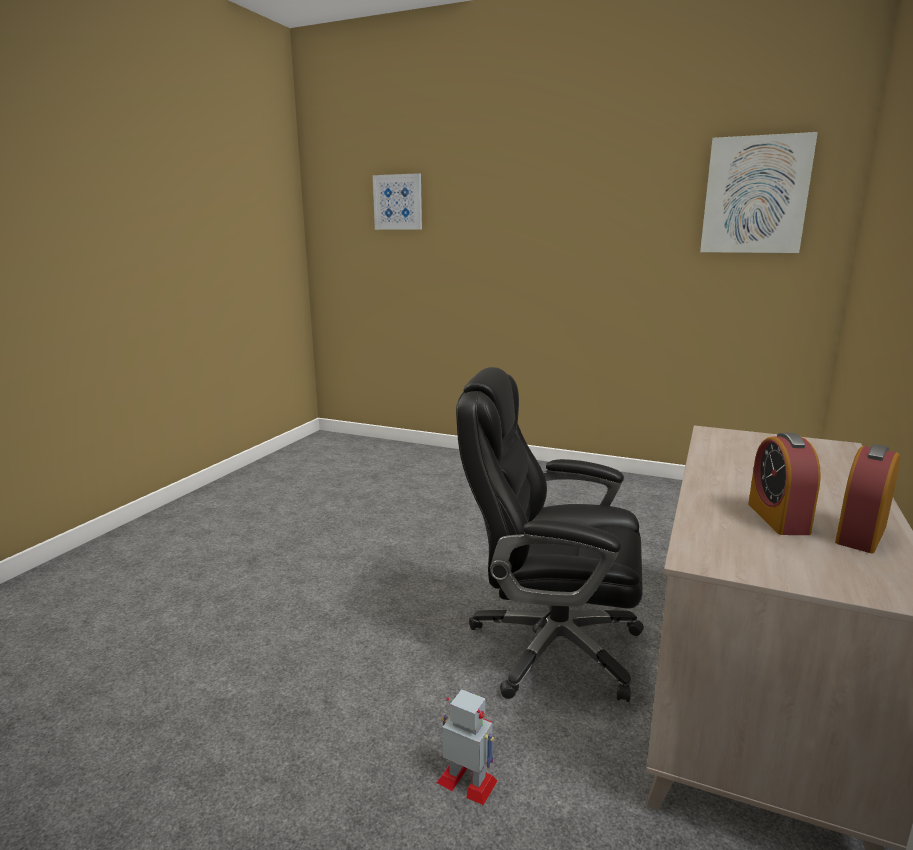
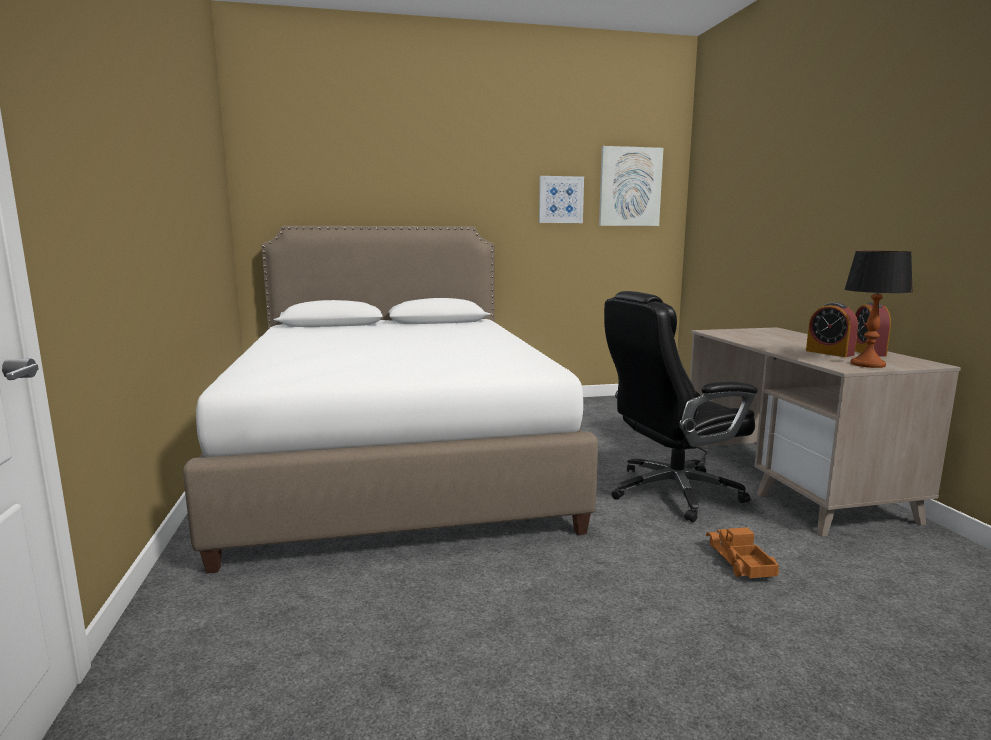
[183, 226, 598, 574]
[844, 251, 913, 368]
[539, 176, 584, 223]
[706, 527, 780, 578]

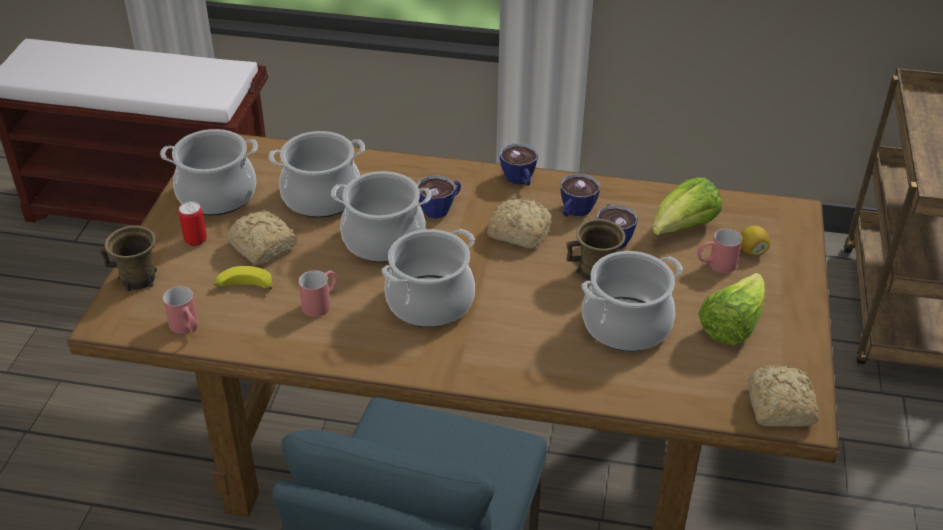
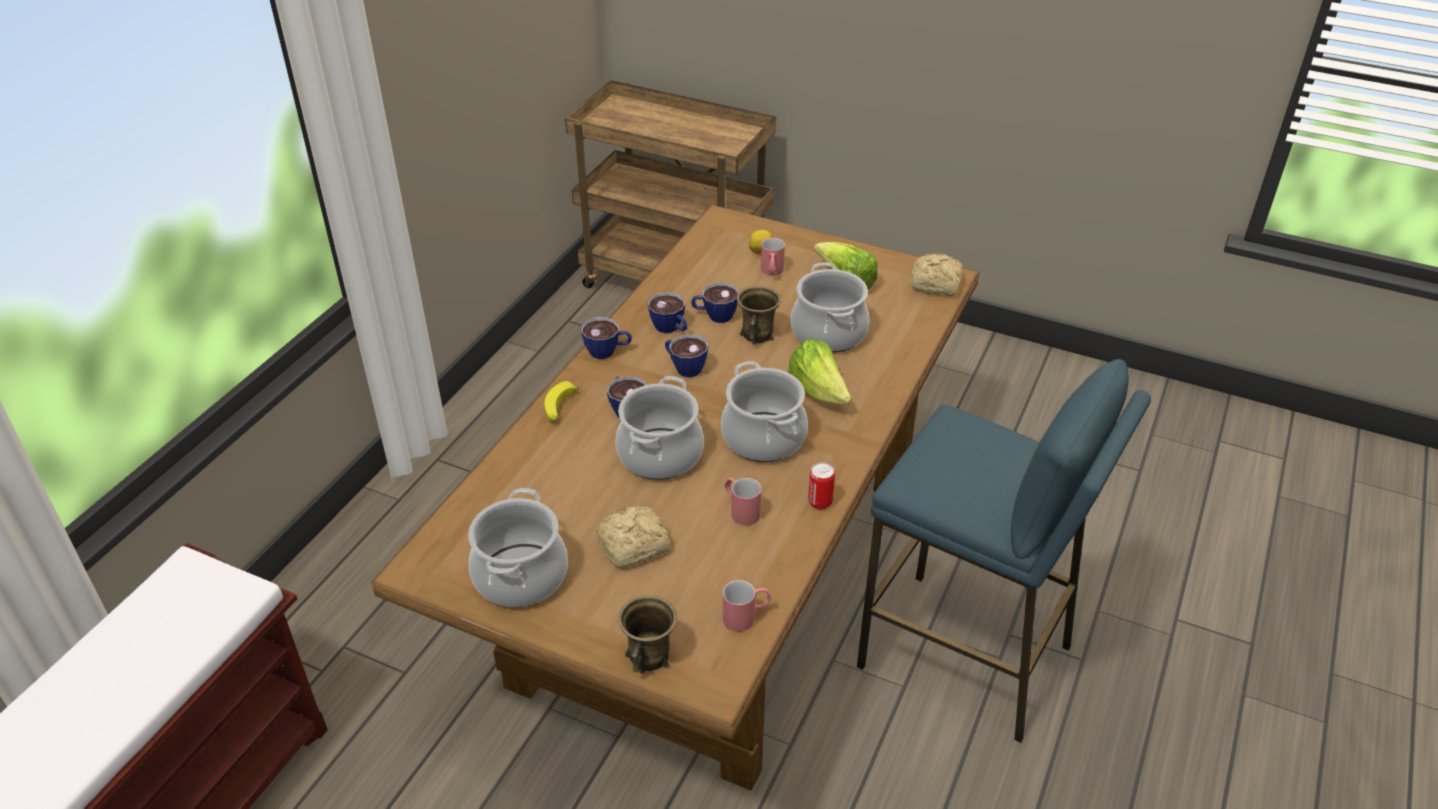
[269, 131, 365, 218] (first image)
[808, 462, 835, 509]
[544, 381, 579, 422]
[788, 339, 852, 405]
[665, 334, 708, 377]

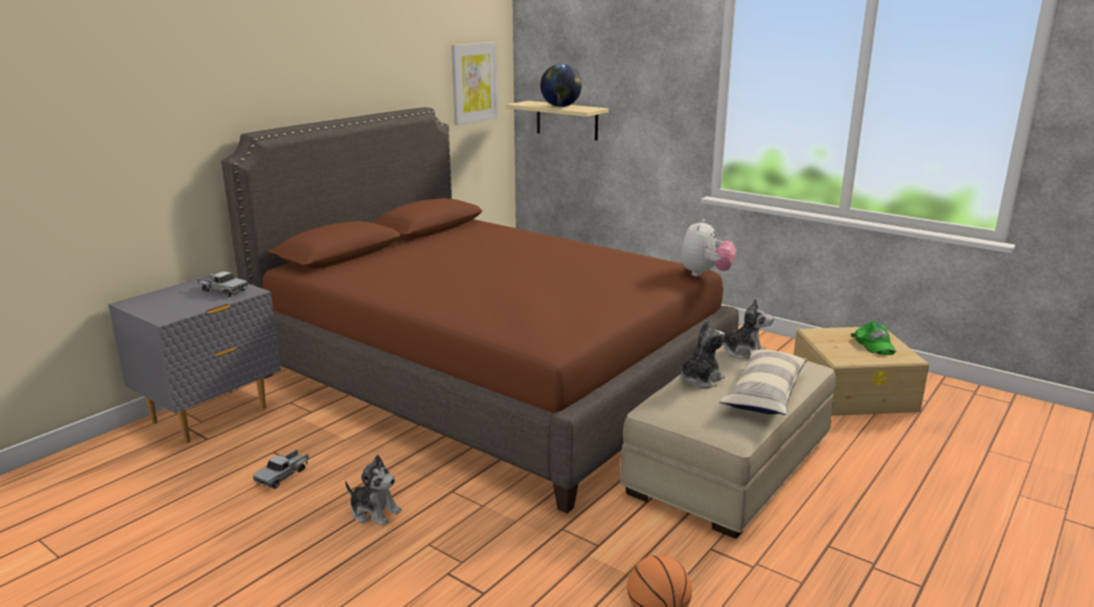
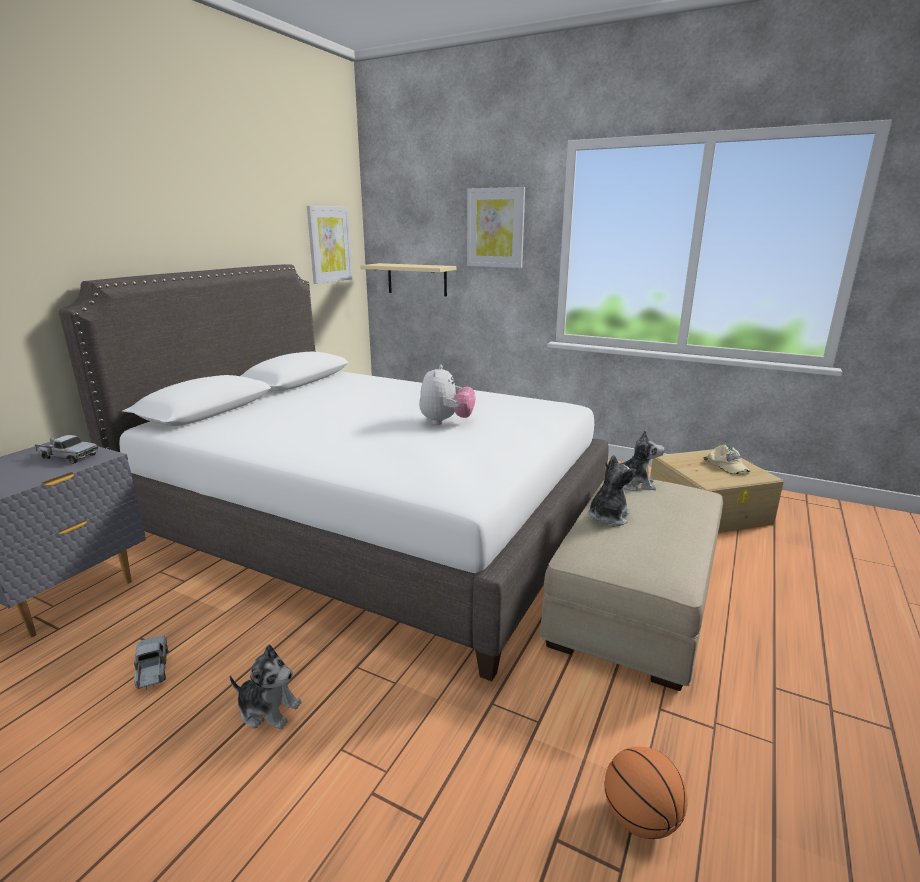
[540, 64, 582, 107] (first image)
[719, 349, 808, 415] (first image)
[467, 187, 525, 268]
[419, 365, 476, 425]
[59, 264, 609, 681]
[703, 445, 750, 475]
[134, 635, 168, 690]

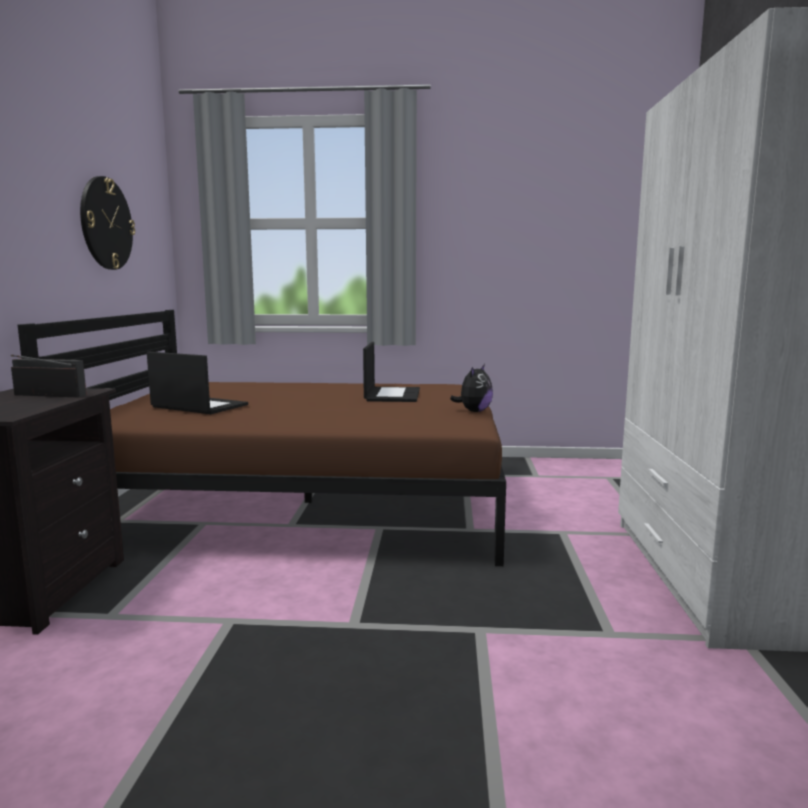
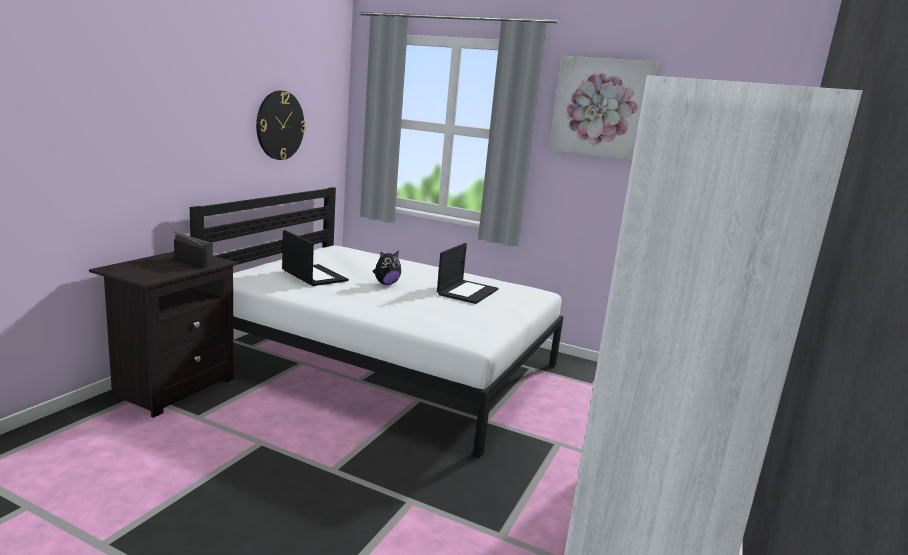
[549, 56, 658, 161]
[373, 251, 401, 285]
[190, 187, 564, 458]

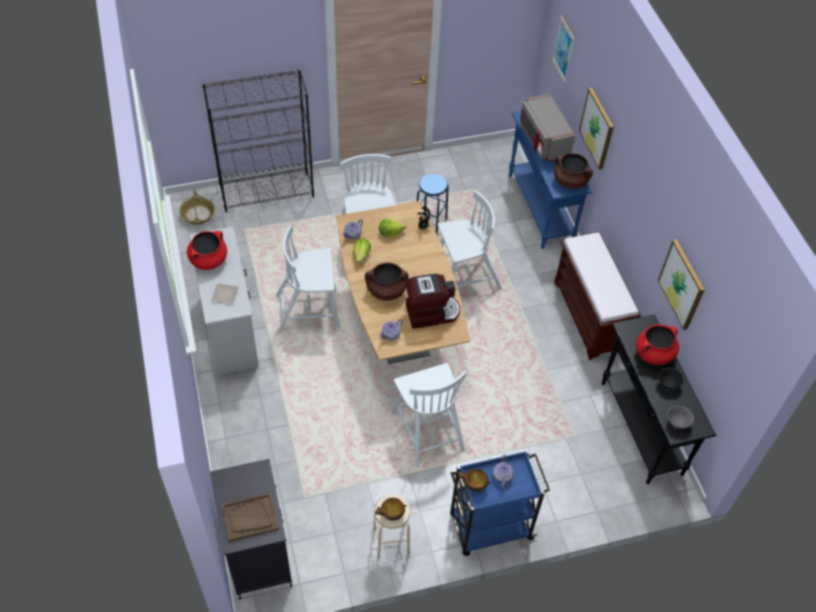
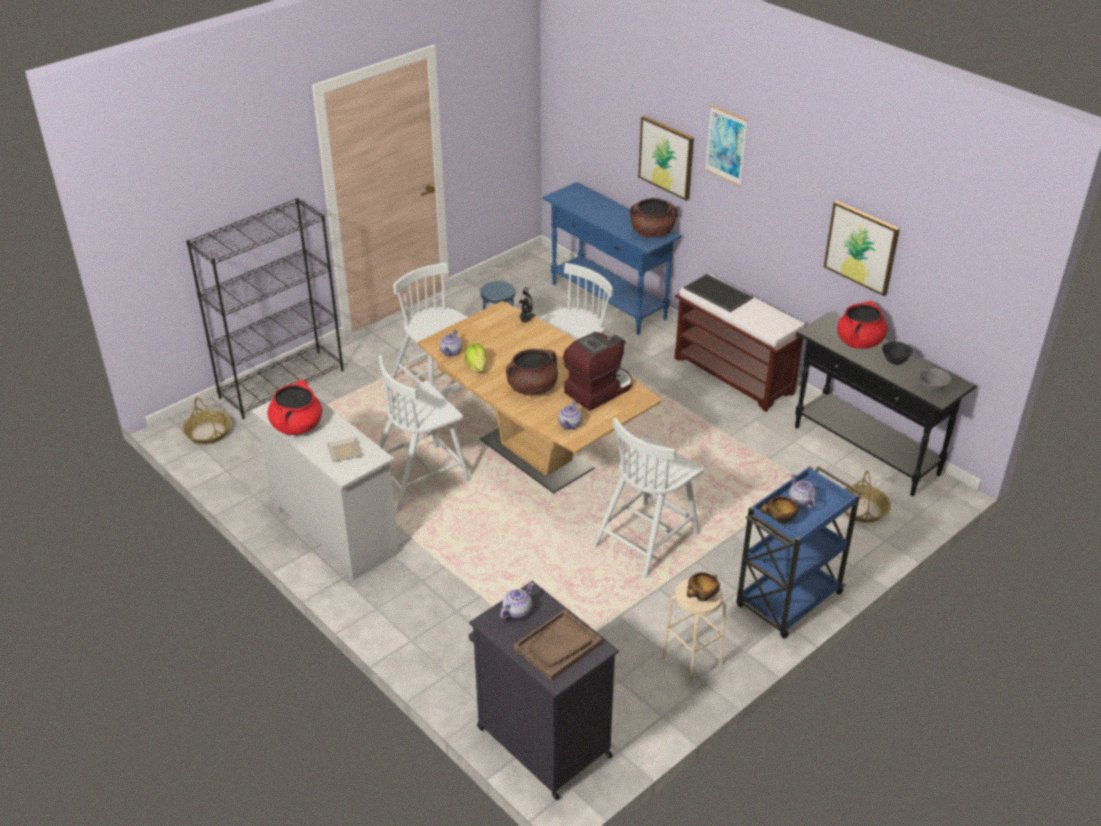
[379, 219, 407, 237] (first image)
[520, 94, 576, 162] (first image)
[500, 583, 534, 619]
[684, 274, 753, 312]
[844, 470, 891, 523]
[705, 105, 748, 186]
[593, 418, 704, 579]

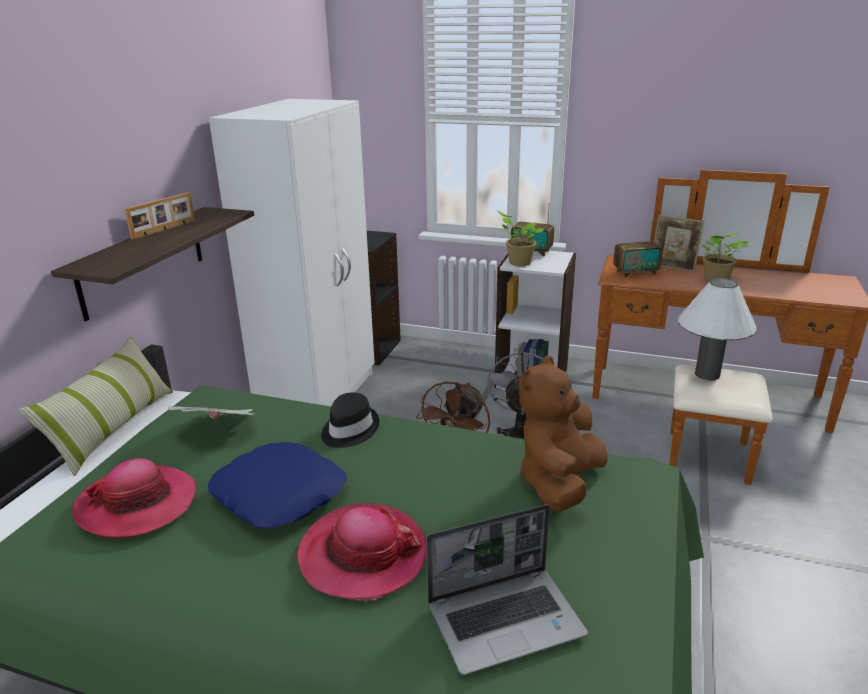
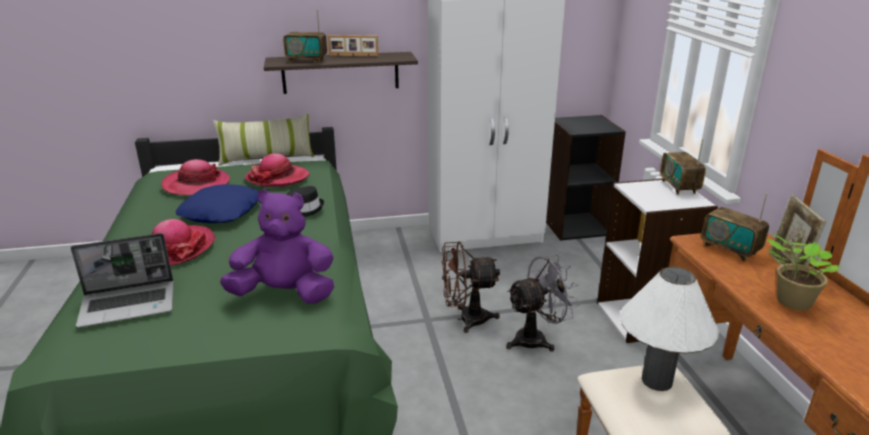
[497, 211, 544, 266] (first image)
[283, 10, 327, 63]
[245, 153, 309, 187]
[220, 189, 334, 304]
[71, 233, 174, 328]

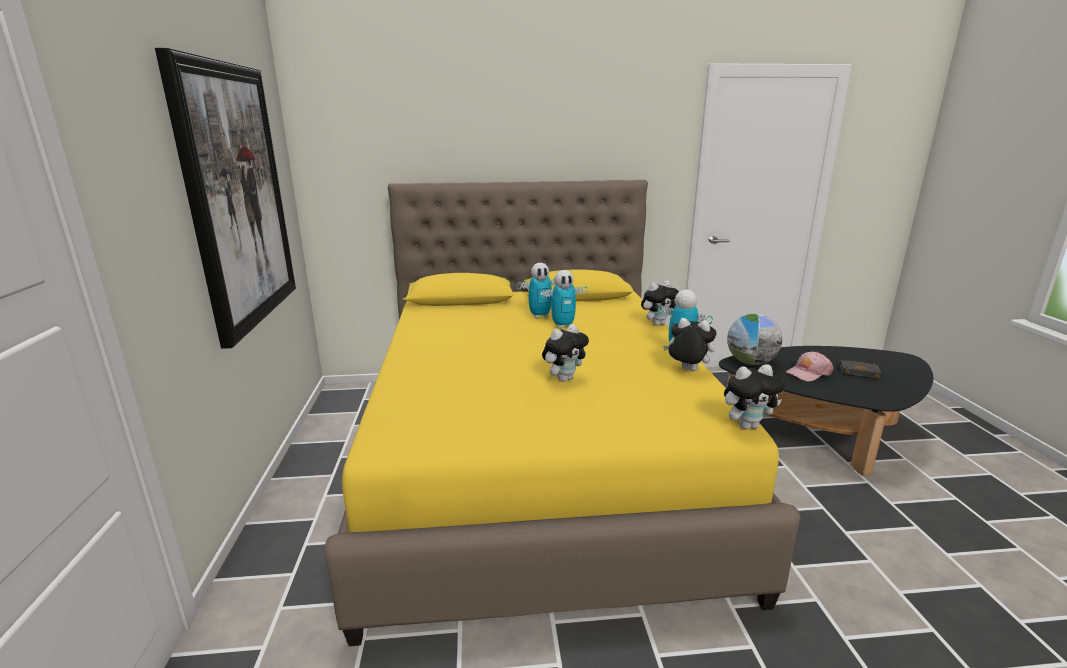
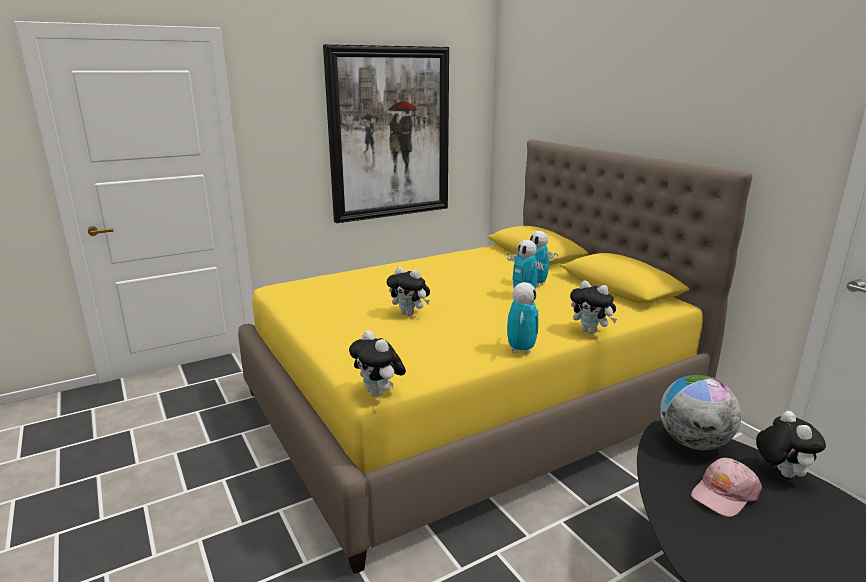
[840, 359, 881, 379] (first image)
[756, 411, 826, 478]
[691, 458, 762, 517]

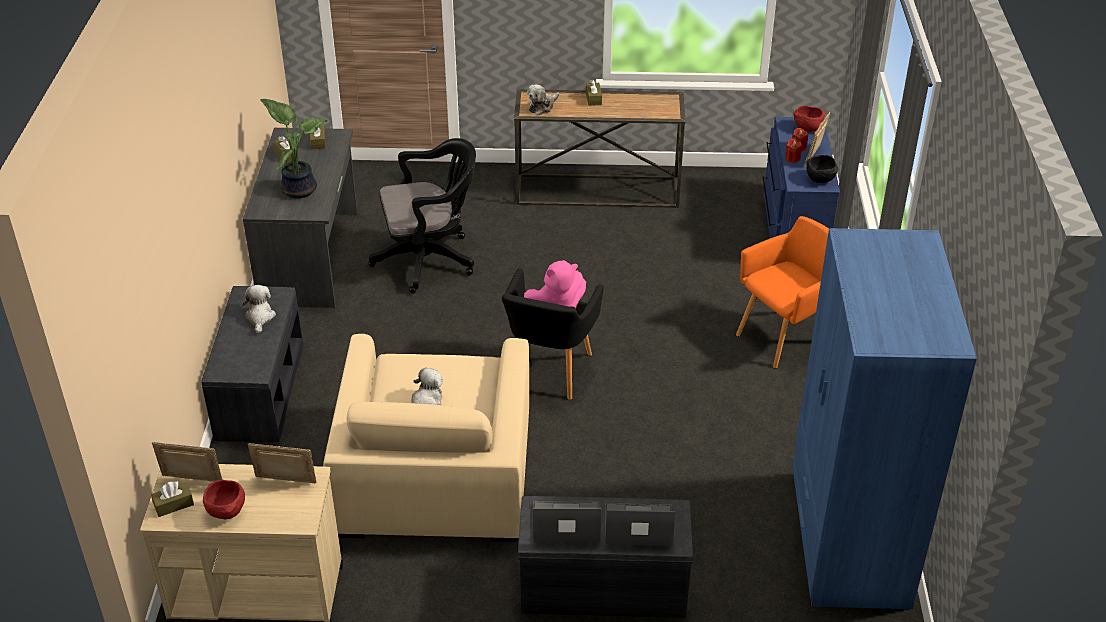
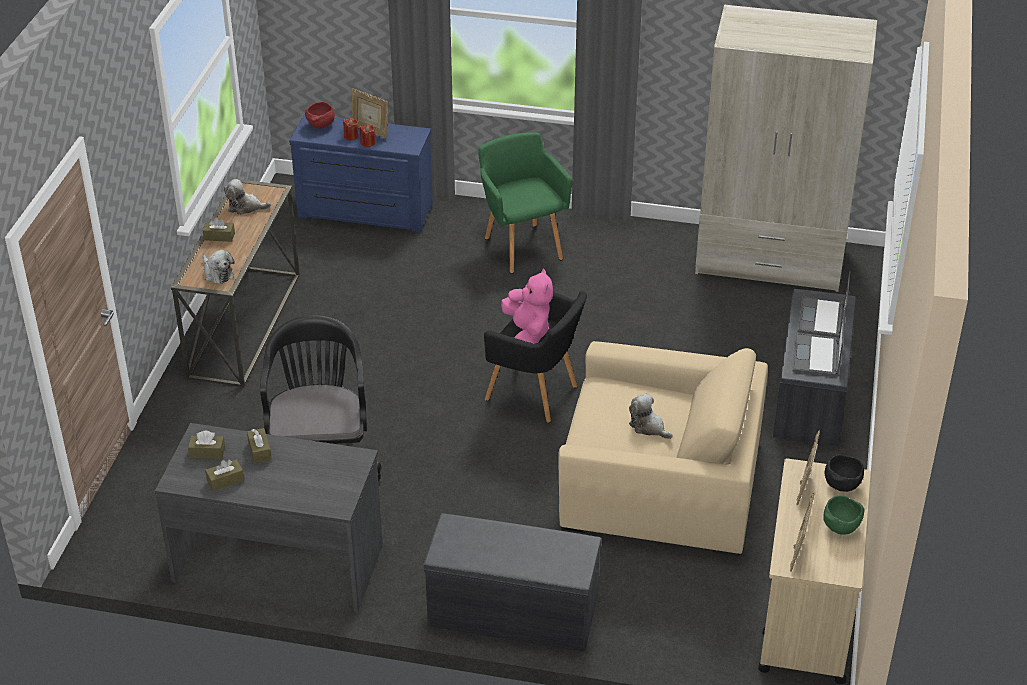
[260, 99, 327, 199] (first image)
[247, 428, 272, 463]
[224, 179, 271, 215]
[825, 455, 864, 492]
[823, 495, 865, 535]
[478, 132, 573, 273]
[695, 5, 877, 292]

